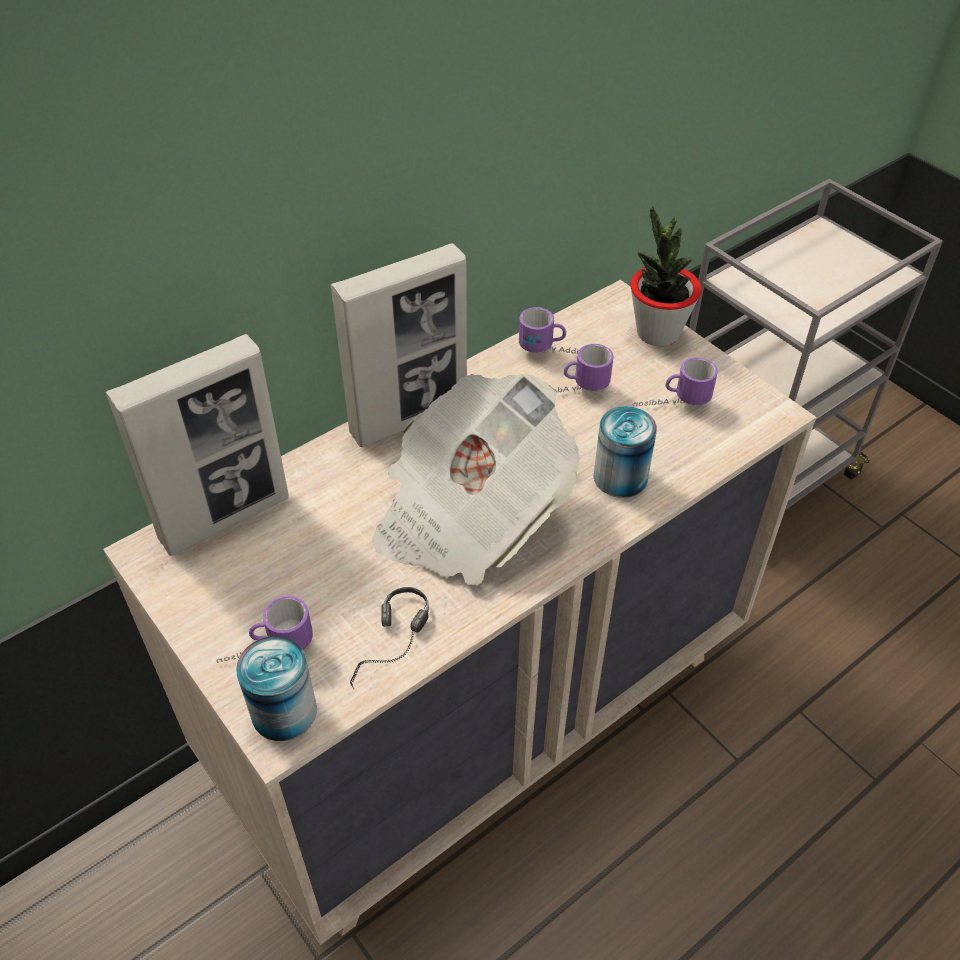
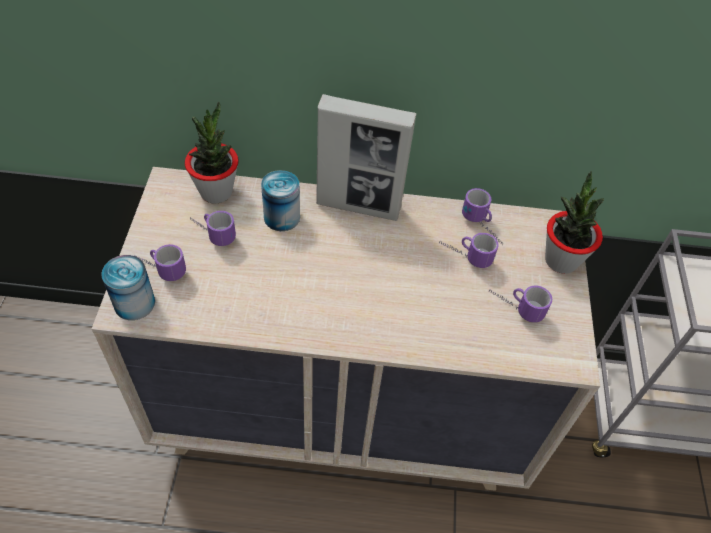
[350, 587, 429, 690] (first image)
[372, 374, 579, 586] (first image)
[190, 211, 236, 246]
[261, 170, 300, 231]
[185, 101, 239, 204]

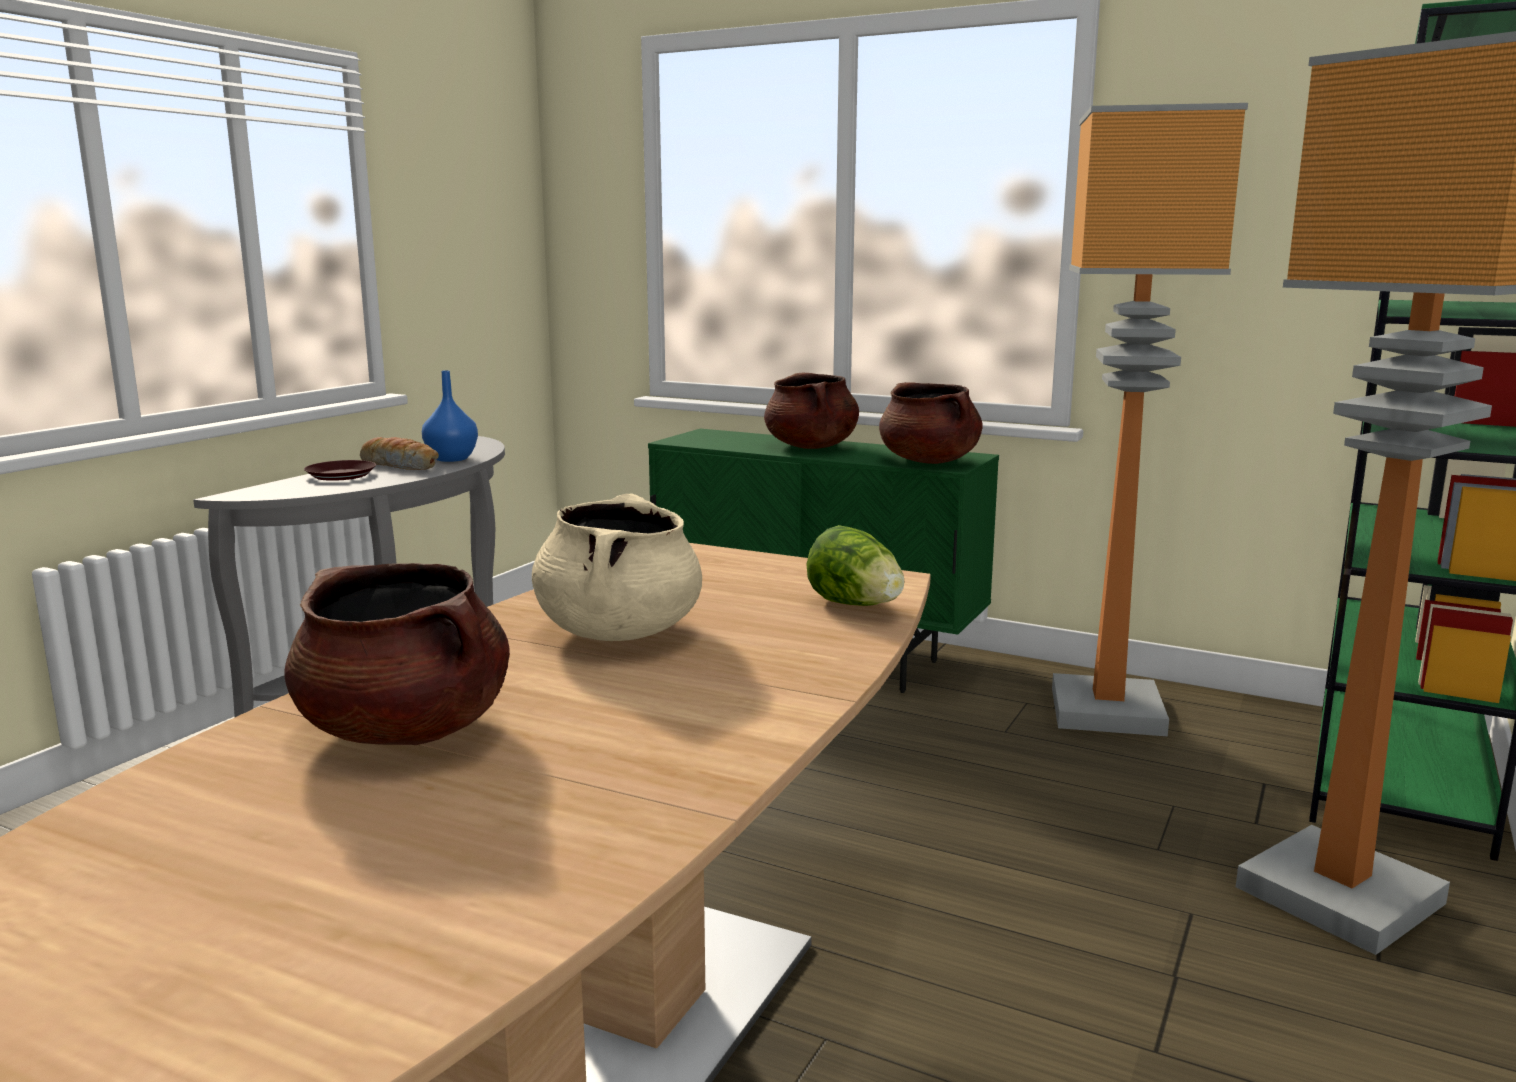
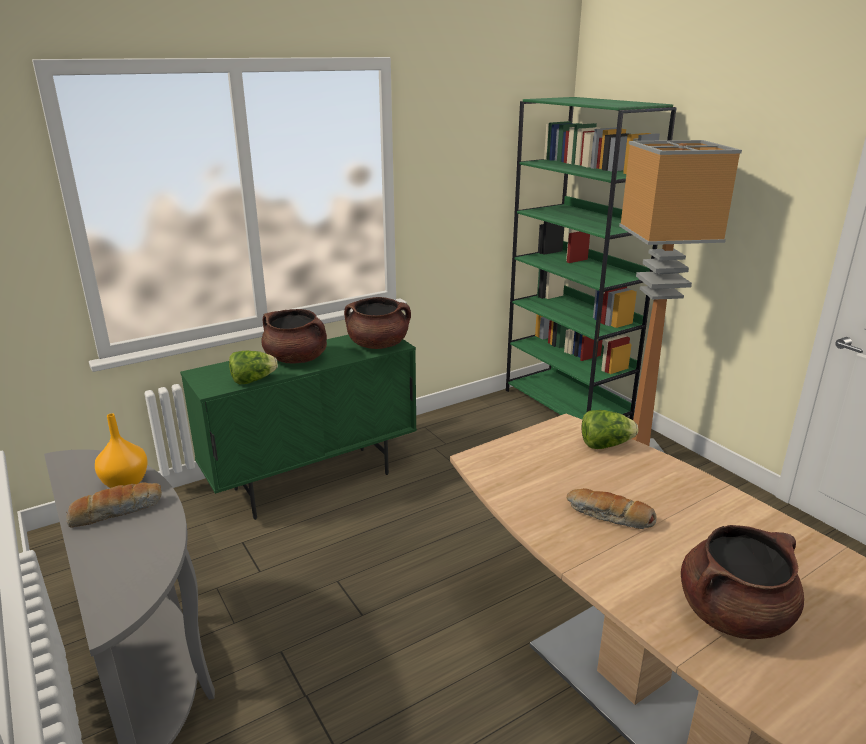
[304, 460, 376, 481] (first image)
[1052, 103, 1248, 736] (first image)
[229, 351, 278, 384]
[567, 488, 657, 529]
[95, 413, 148, 488]

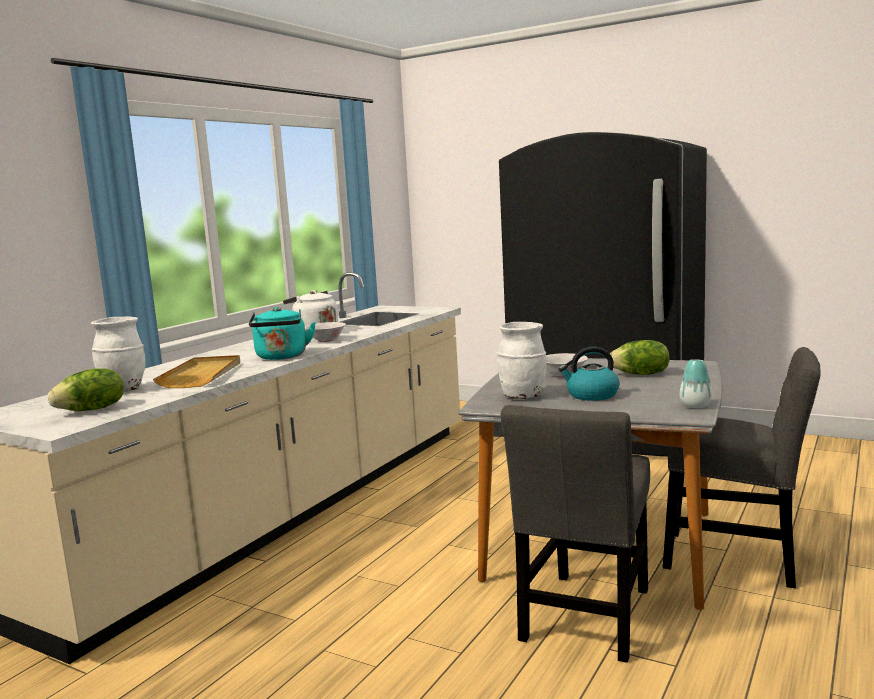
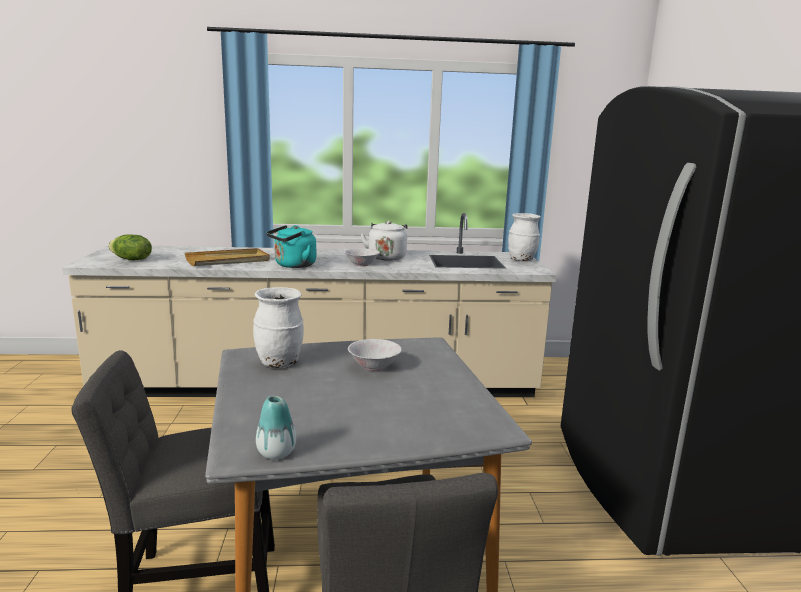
[559, 346, 620, 401] (first image)
[610, 340, 670, 375] (first image)
[508, 213, 541, 261]

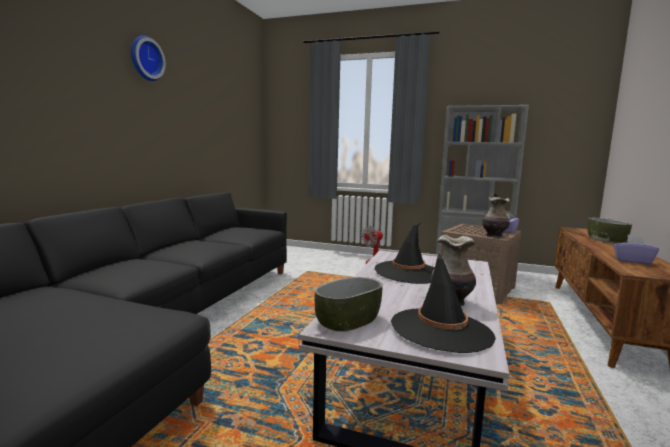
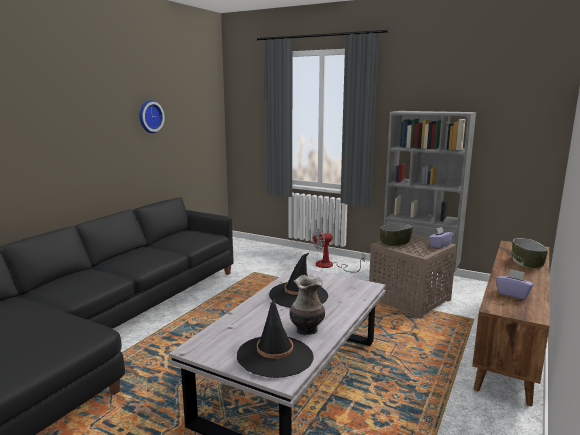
[482, 197, 510, 237] (first image)
[139, 100, 165, 133]
[380, 223, 413, 247]

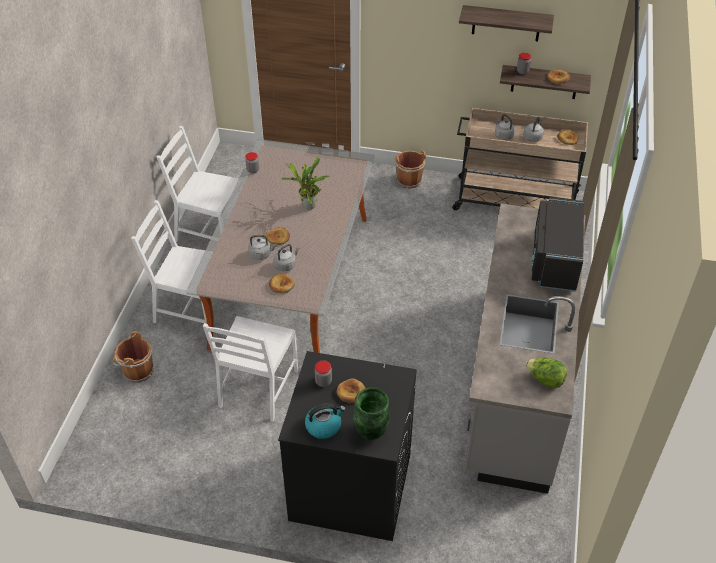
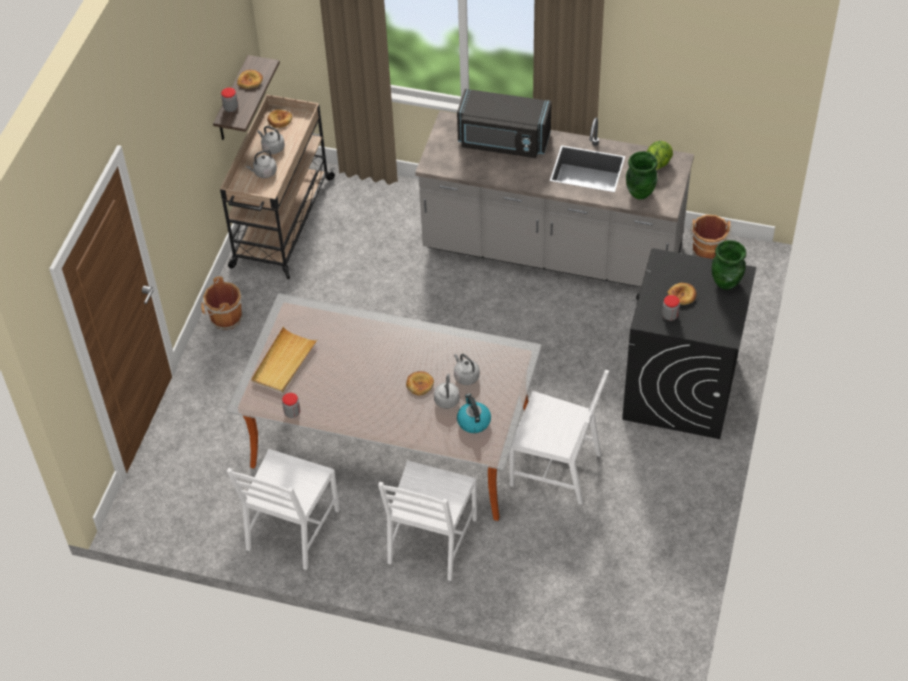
[269, 274, 295, 293] (first image)
[282, 157, 330, 210] (first image)
[459, 5, 554, 42] (first image)
[251, 327, 318, 393]
[626, 151, 658, 199]
[690, 215, 732, 259]
[457, 393, 491, 433]

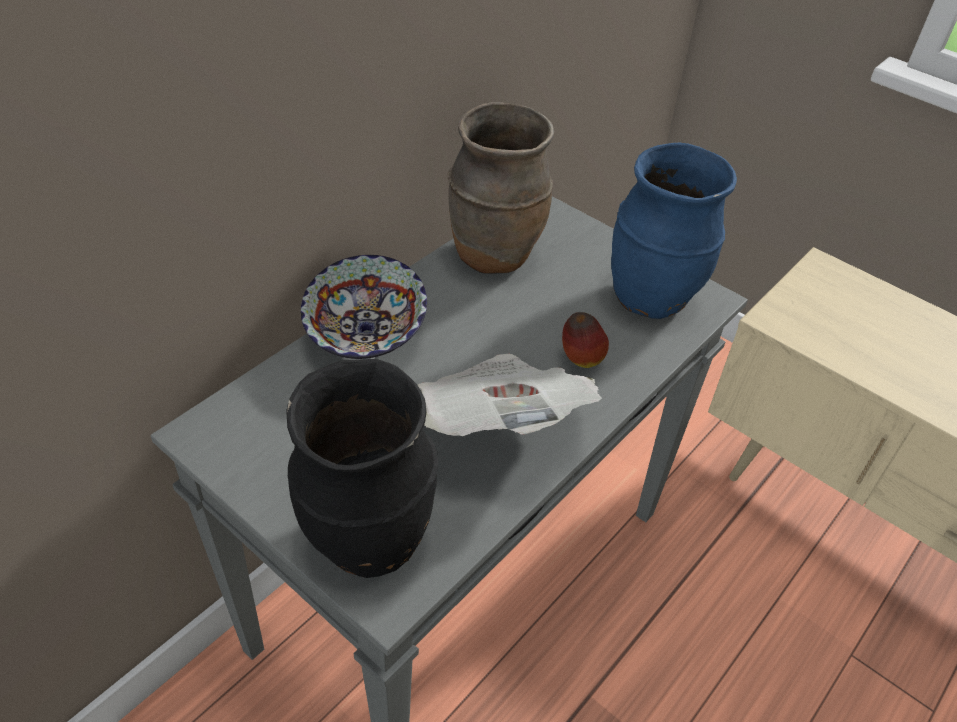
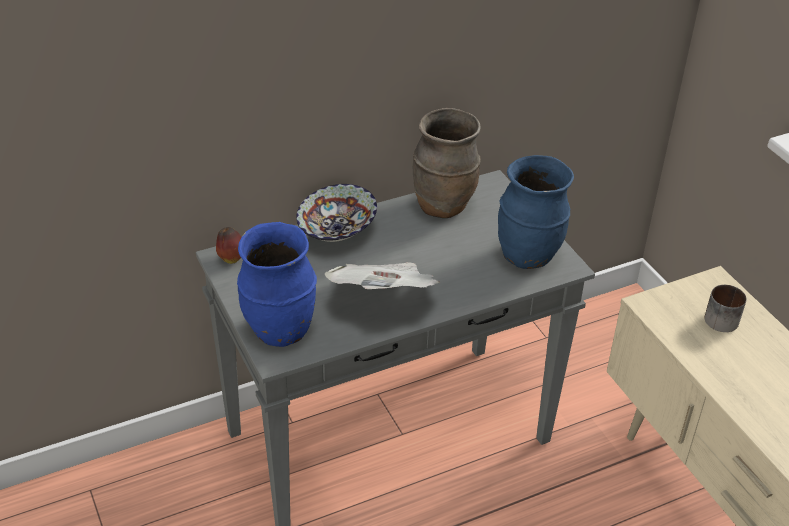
[704, 285, 746, 332]
[216, 227, 241, 264]
[237, 222, 317, 347]

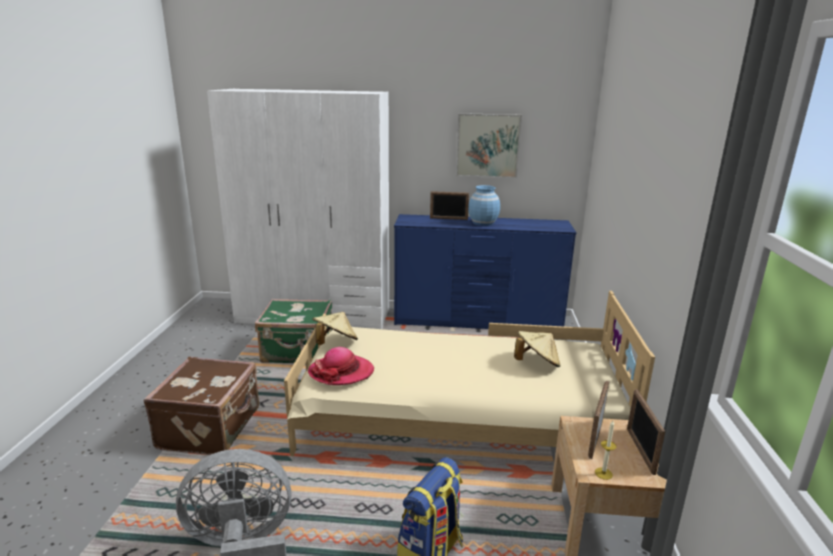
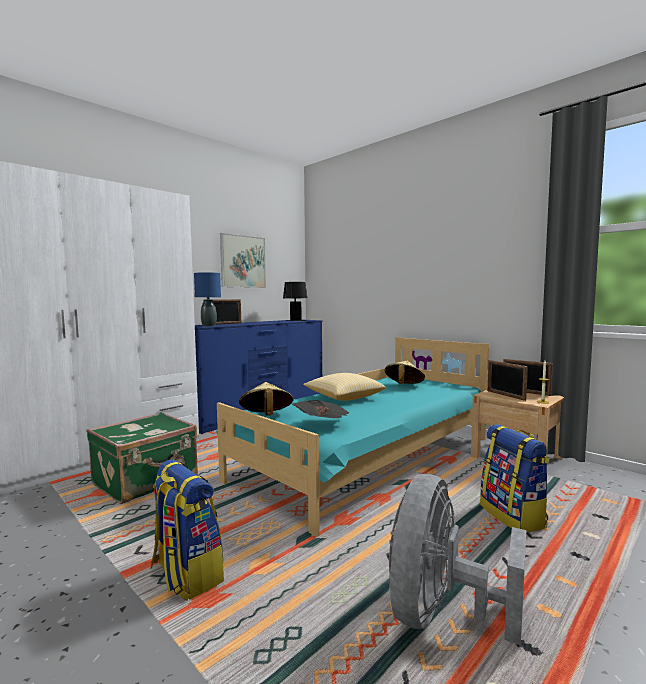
[468, 185, 500, 226] (first image)
[194, 272, 221, 326]
[283, 282, 308, 321]
[303, 373, 385, 401]
[150, 459, 224, 600]
[292, 400, 349, 418]
[216, 337, 489, 537]

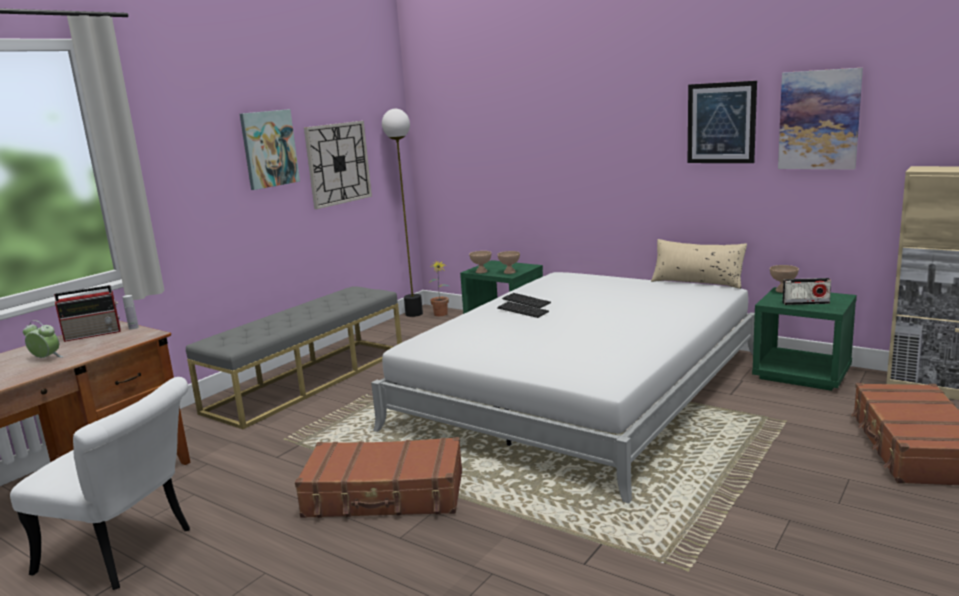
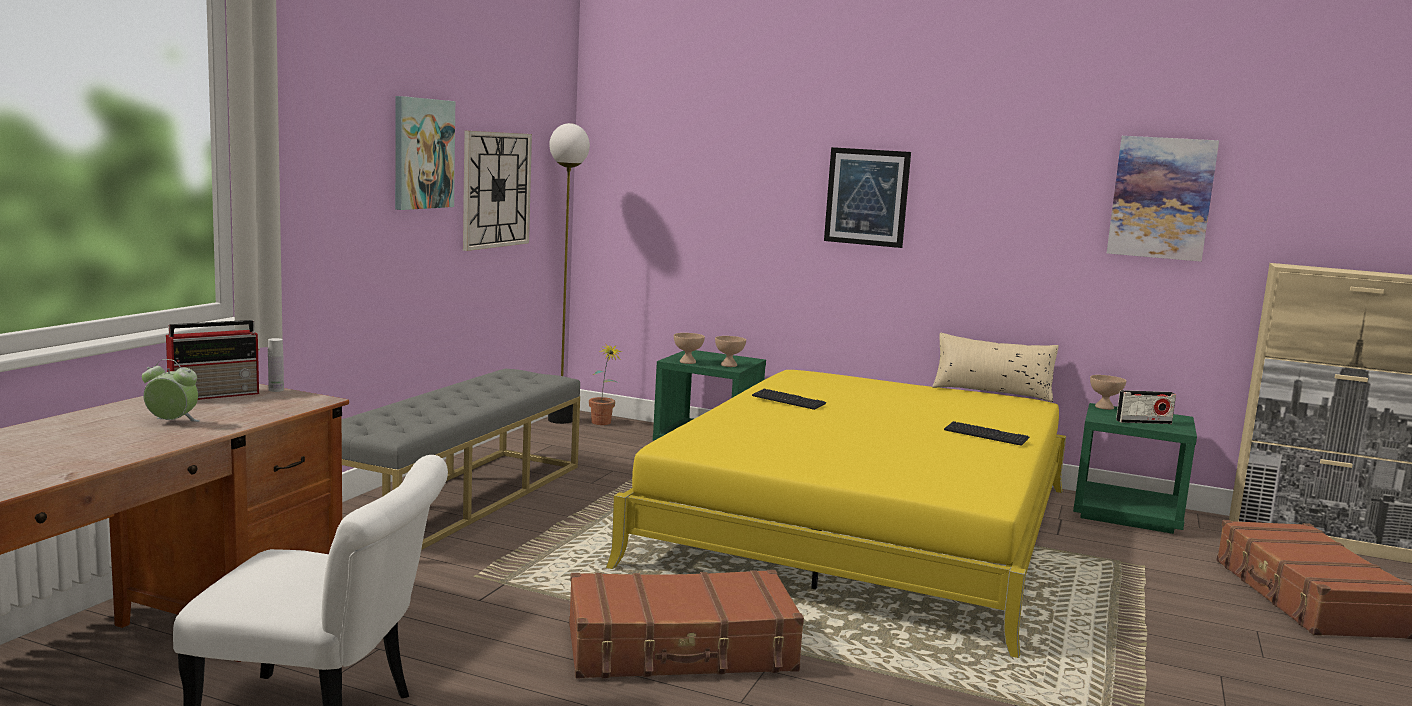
[944, 421, 1029, 445]
[824, 147, 911, 248]
[606, 370, 1066, 658]

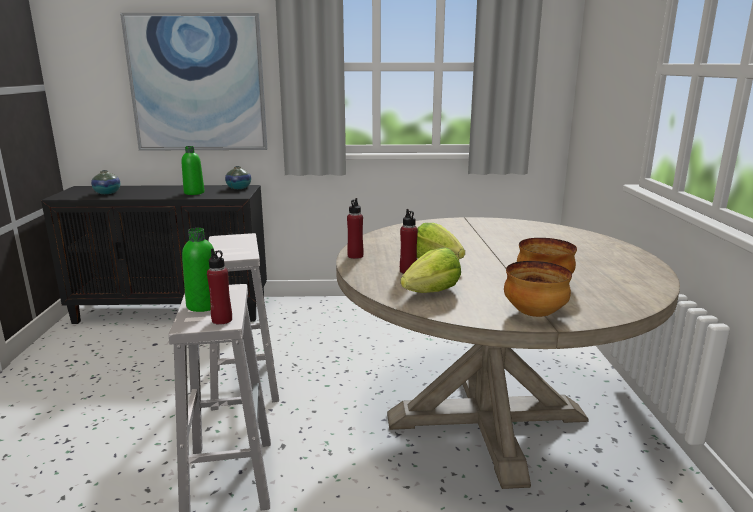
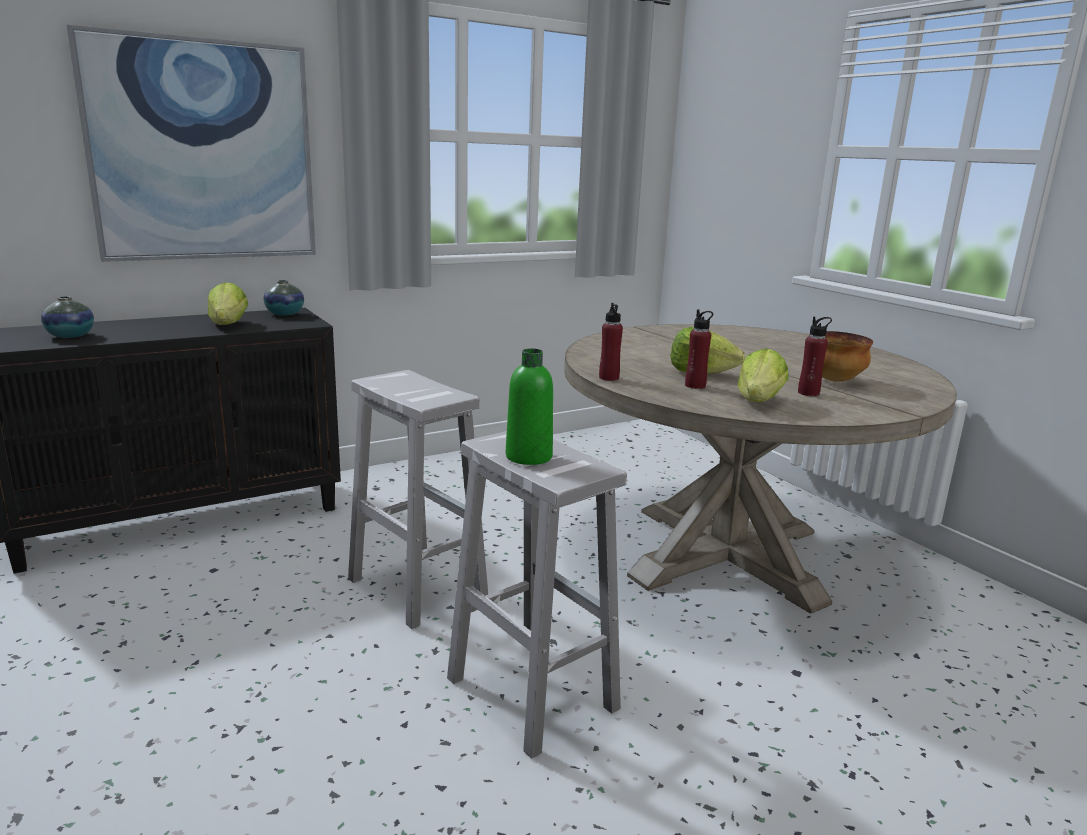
[504, 261, 572, 317] (first image)
[798, 316, 832, 396]
[208, 282, 248, 325]

